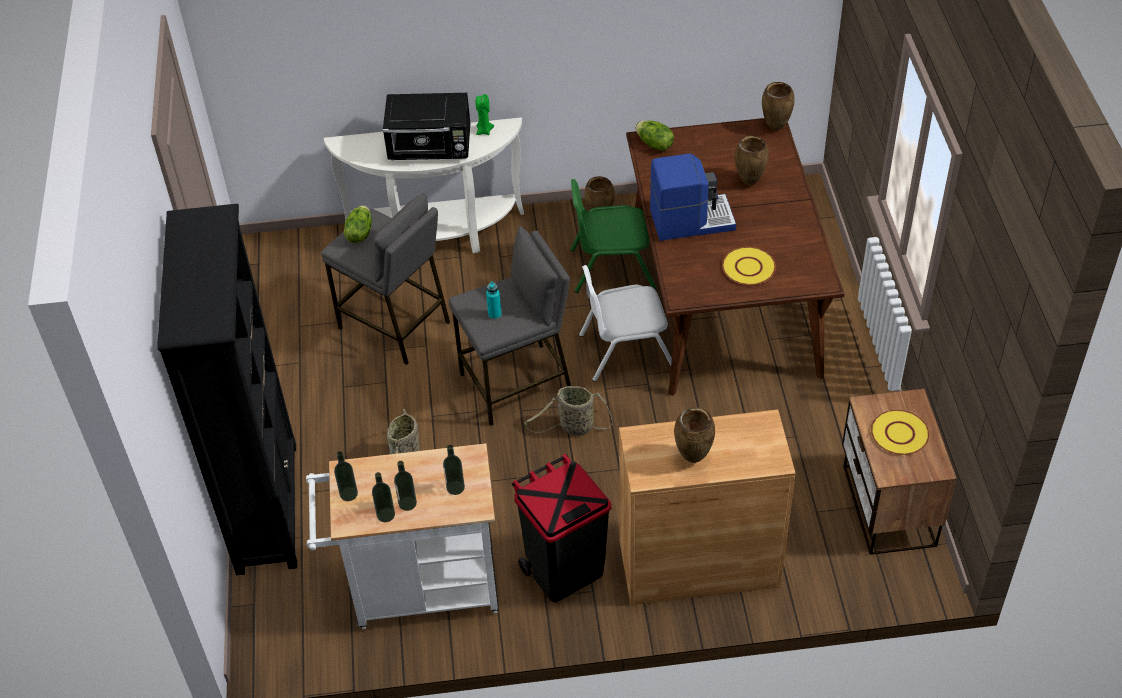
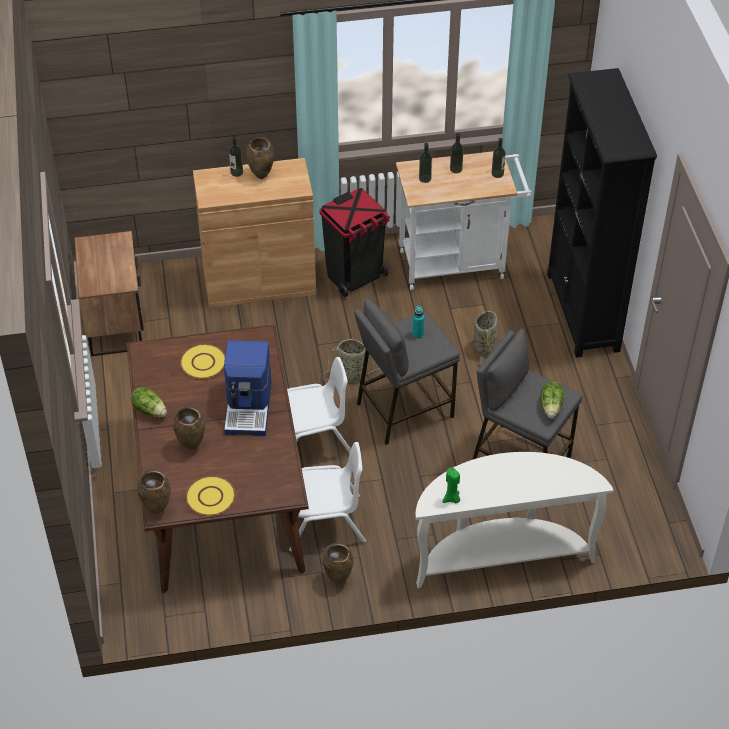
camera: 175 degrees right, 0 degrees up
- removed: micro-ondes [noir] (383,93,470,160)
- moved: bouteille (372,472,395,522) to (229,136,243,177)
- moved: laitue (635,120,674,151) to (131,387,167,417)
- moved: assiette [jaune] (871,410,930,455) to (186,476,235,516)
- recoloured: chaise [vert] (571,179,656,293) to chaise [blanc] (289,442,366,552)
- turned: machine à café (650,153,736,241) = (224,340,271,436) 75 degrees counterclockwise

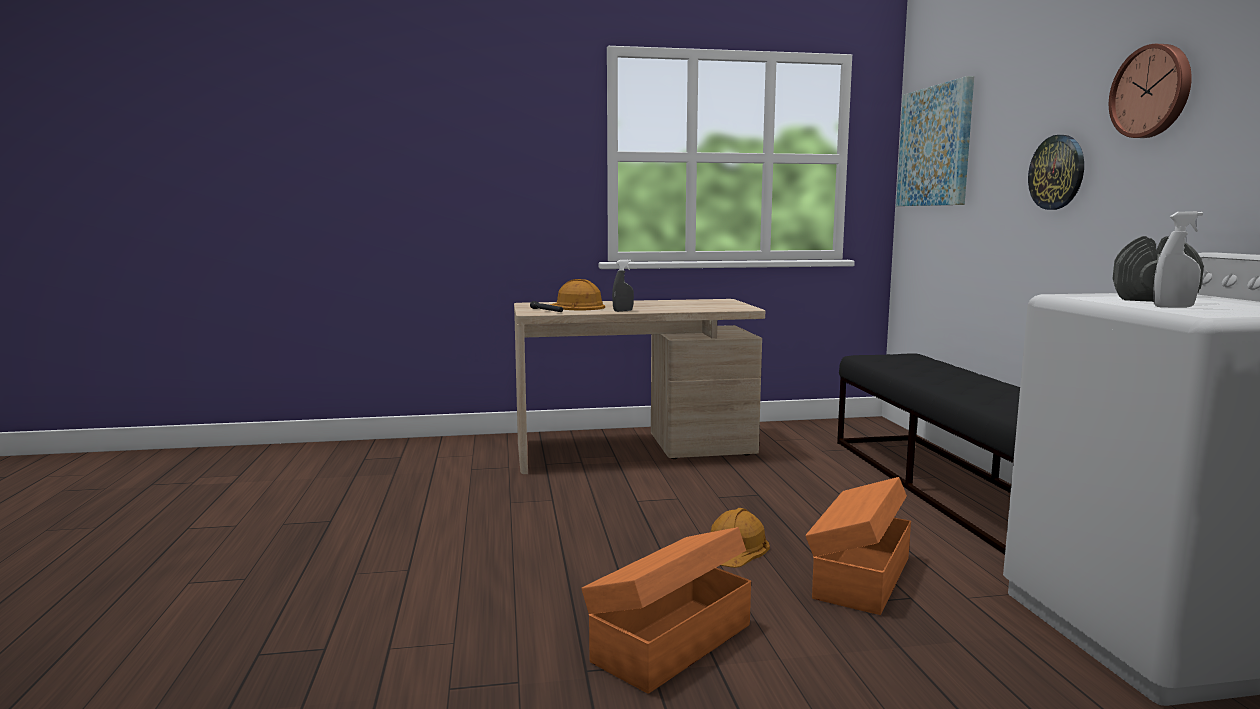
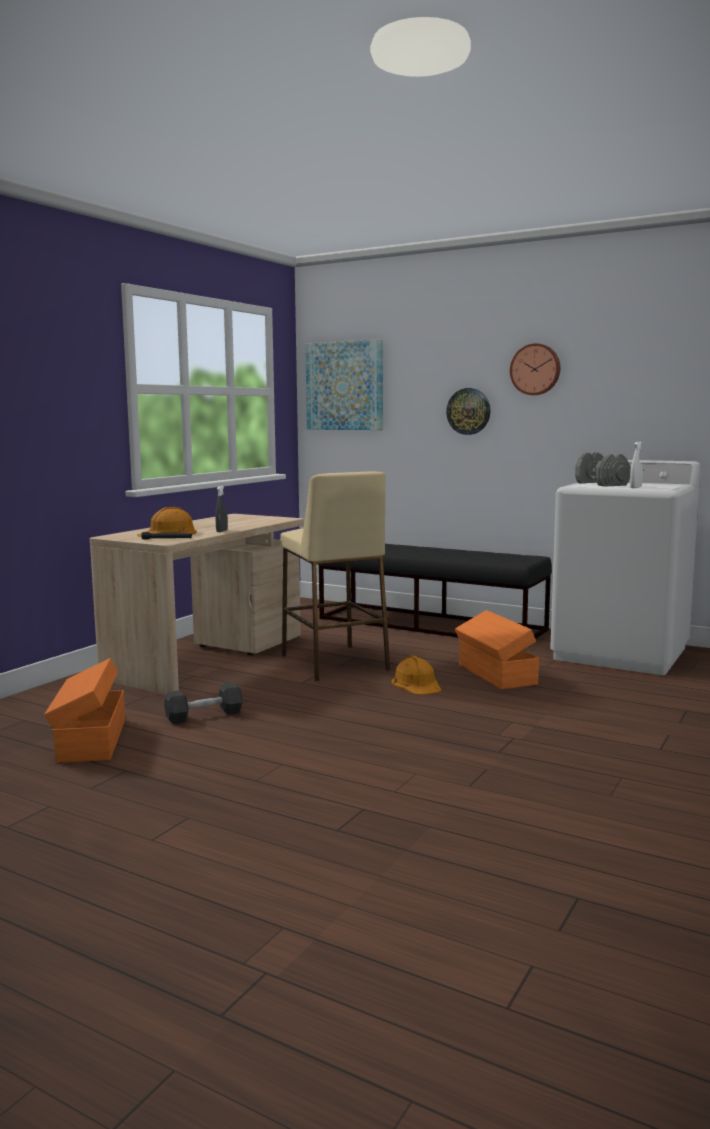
camera: 50 degrees left, 0 degrees up
- added: haltère [noir] (164,682,243,724)
- added: tabouret [beige] (280,472,390,681)
- moved: boîte de rangement [orange] (581,527,751,694) to (44,658,125,763)

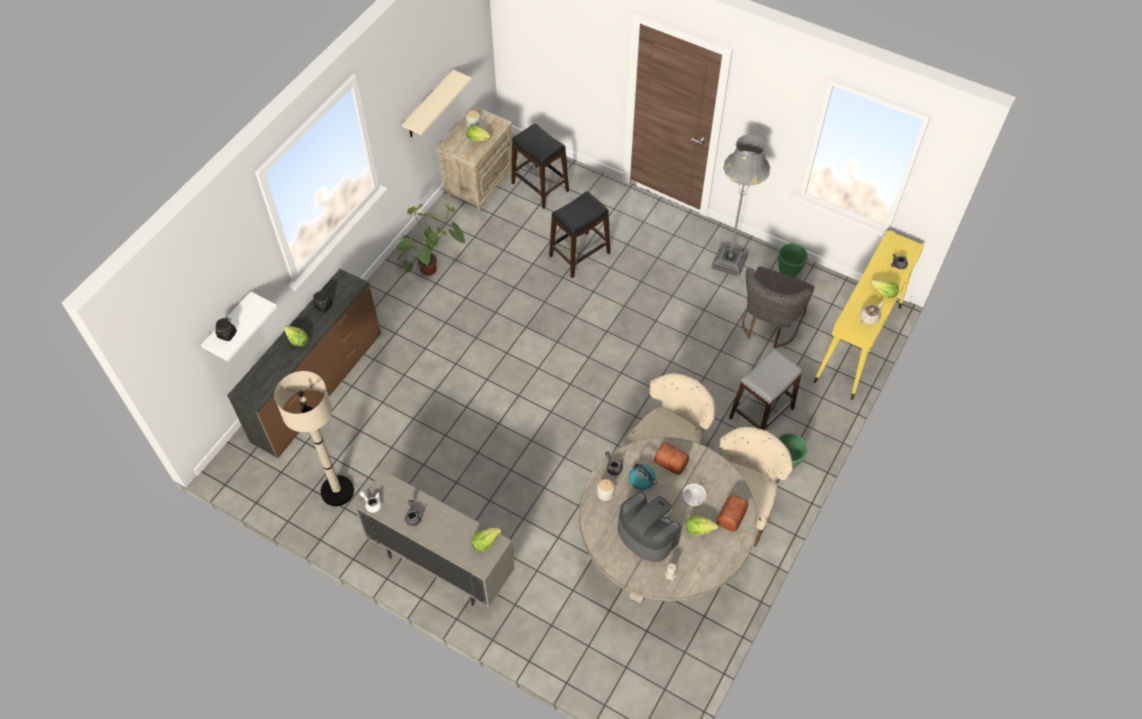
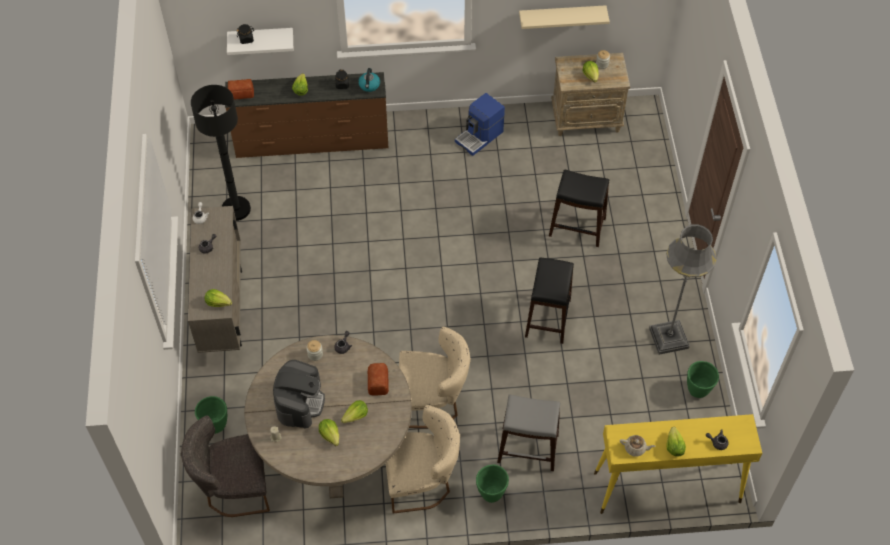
camera: 55 degrees right, 0 degrees up
- added: cache-pot [vert] (195,396,227,434)
- moved: tabouret [noir] (511,123,569,209) to (525,258,574,344)
- moved: bouilloire (629,464,657,490) to (358,68,380,92)
- moved: pain (717,495,748,532) to (228,79,254,100)
- moved: chaise [gris] (742,266,815,348) to (181,415,270,517)
- replaced: plante en pot (394,203,466,276) to machine à café (455,93,505,156)
- replaced: bol (682,484,706,506) to laitue (341,400,368,423)
- recoloured: lampadaire [beige] (275,371,354,506) to lampadaire [noir] (191,85,251,221)

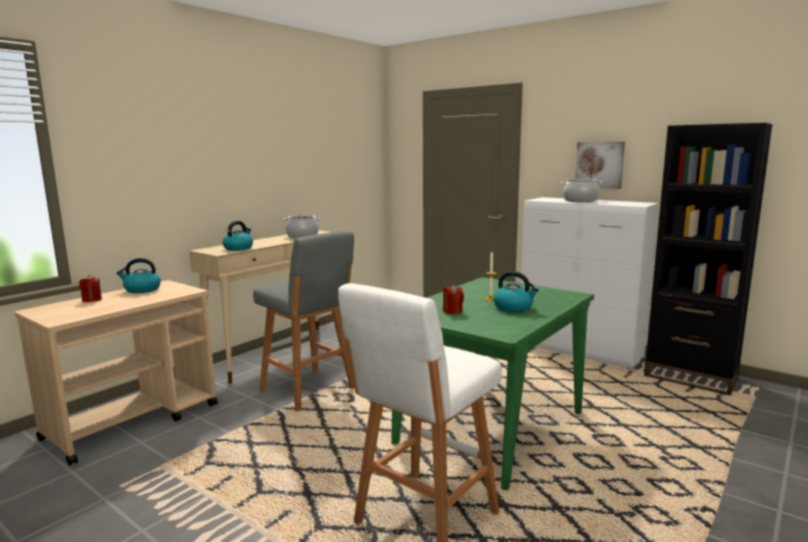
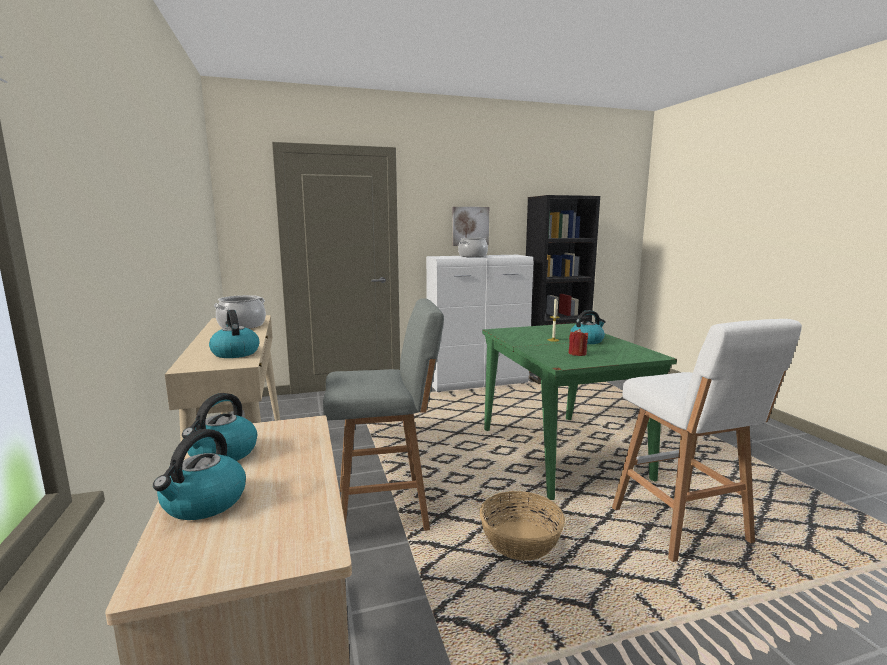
camera: 55 degrees left, 0 degrees up
- added: panier (479,491,565,561)
- replaced: bougie [rouge] (79,275,102,302) to bouilloire (153,429,246,520)

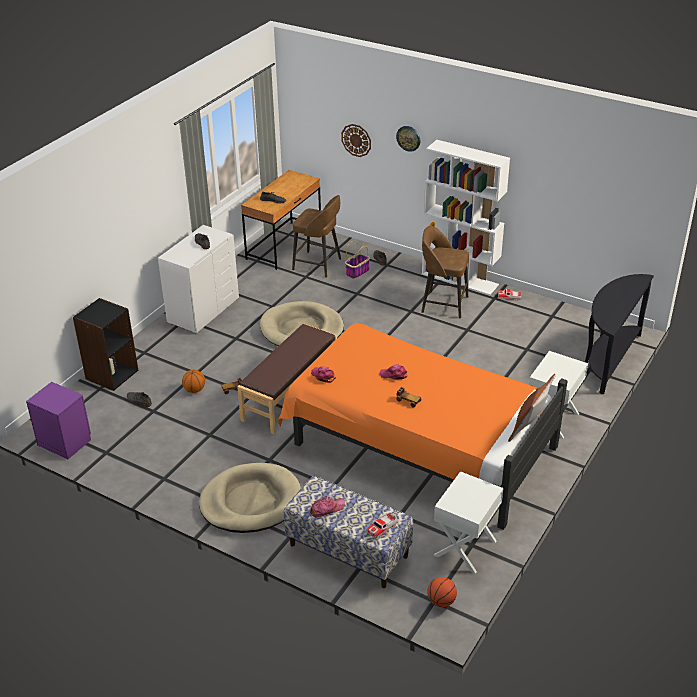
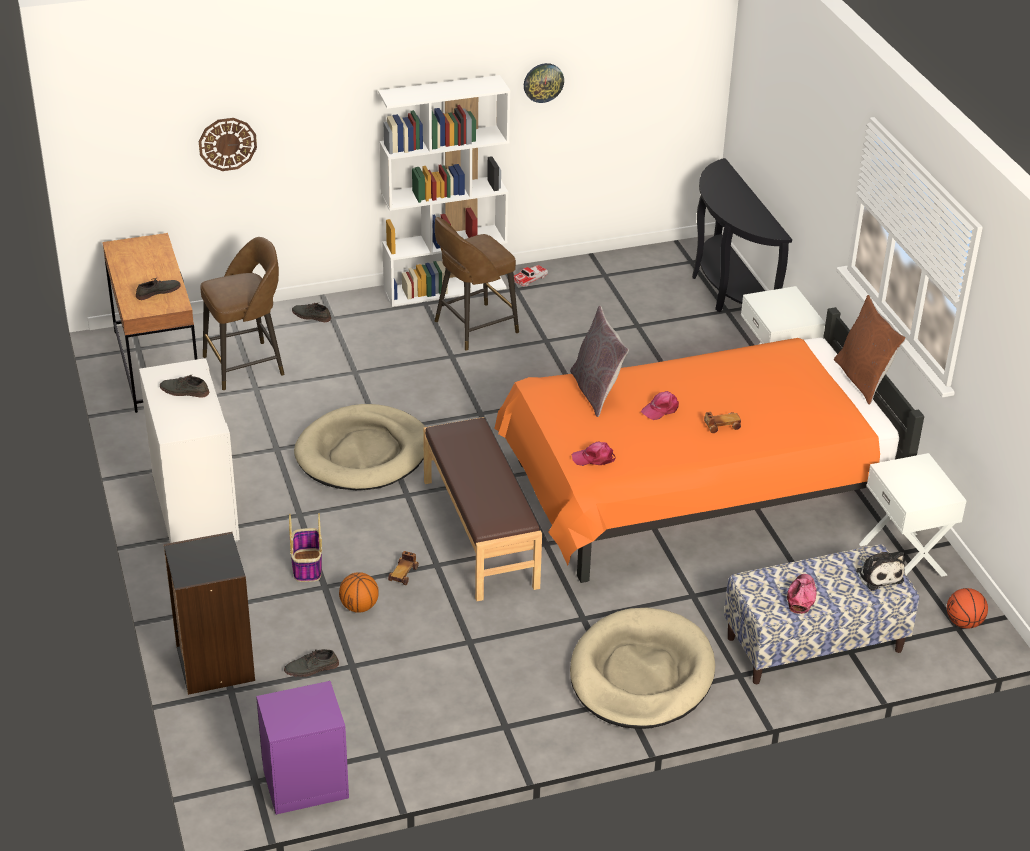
camera: 50 degrees left, 0 degrees up
- added: coussin [gris] (570,305,629,417)
- moved: panier (345,241,370,279) to (289,513,322,582)
- moved: horloge murale (396,126,420,152) to (524,63,564,103)
- replaced: petite voiture (366,513,398,539) to peluche (856,552,905,590)

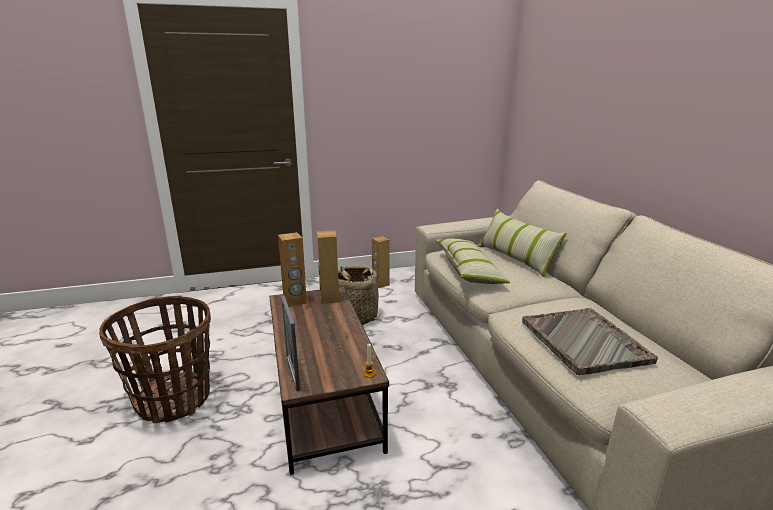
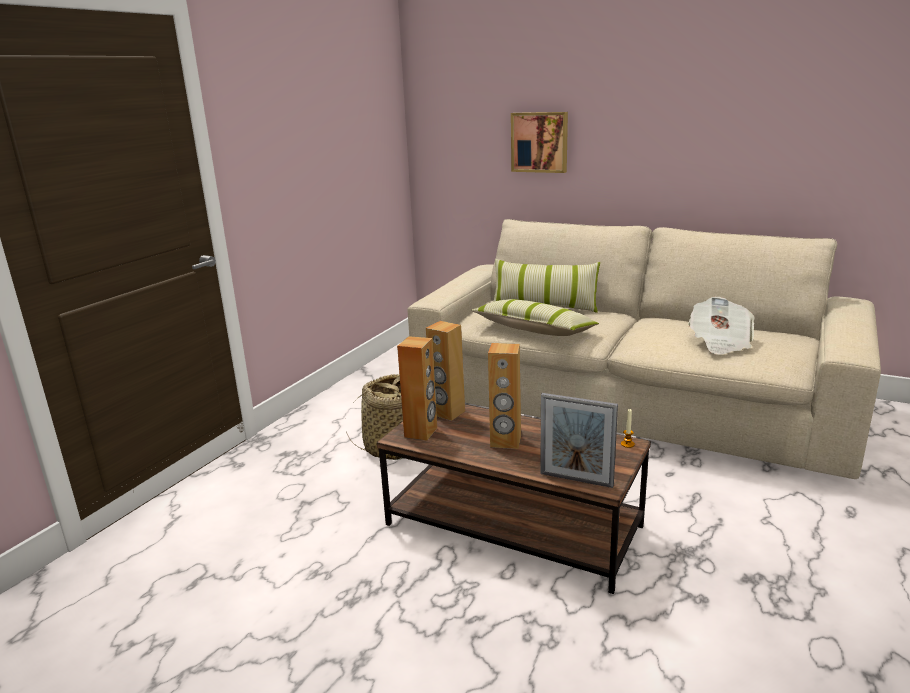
camera: 45 degrees left, 0 degrees up
- removed: panier (99,296,211,423)
- added: tableau (511,112,568,173)
- moved: enceinte [marron] (372,236,390,288) to (488,343,521,449)
- replaced: plateau [gris] (522,308,658,375) to journal (688,297,754,355)

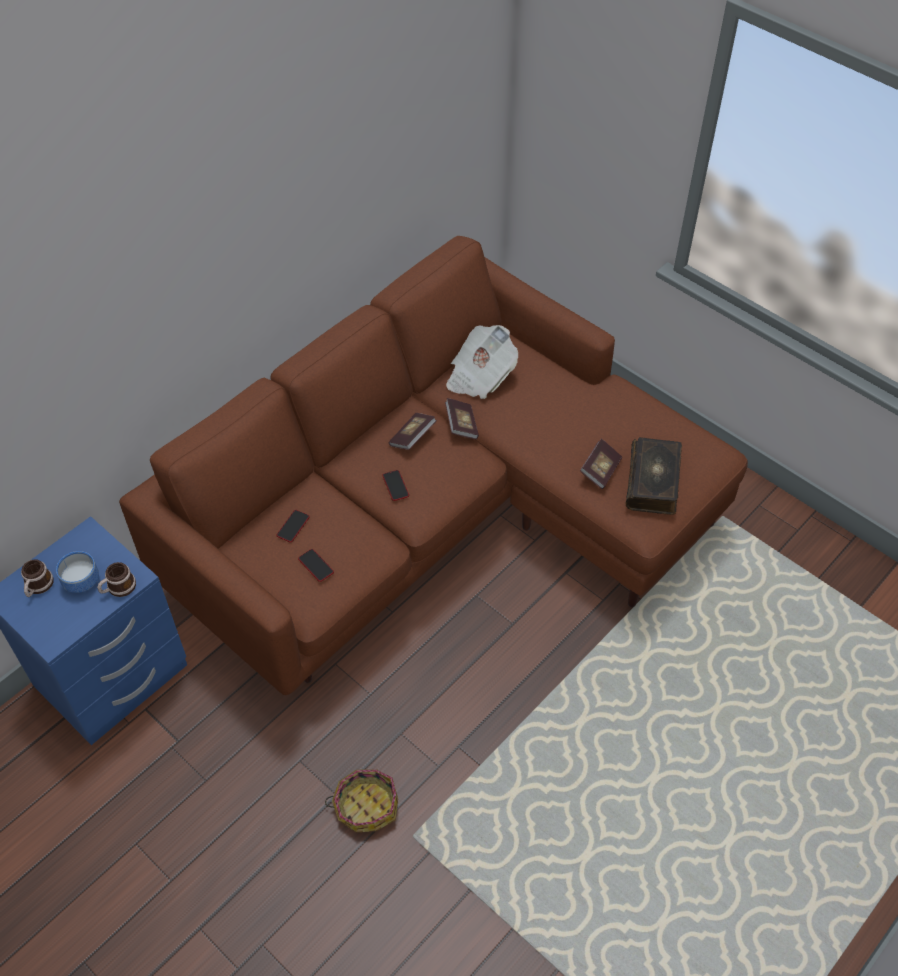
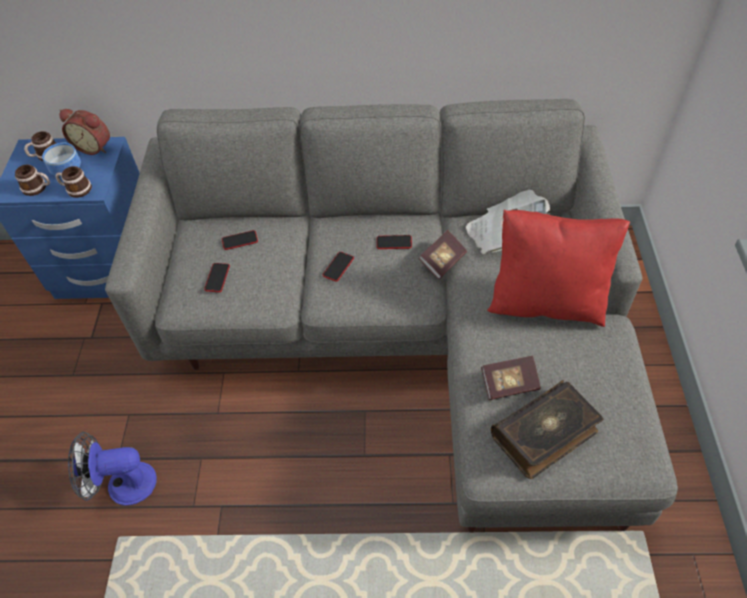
camera: 50 degrees right, 0 degrees up
- added: mug (15,165,50,196)
- added: réveil (59,109,110,155)
- added: coussin [rouge] (487,210,630,327)
- replaced: panier (325,770,398,833) to ventilateur (68,432,157,506)
- replaced: livre (388,413,437,450) to téléphone (377,235,412,249)
- recoloured: canapé [marron] (119,236,748,695) to canapé [gris] (105,99,678,533)

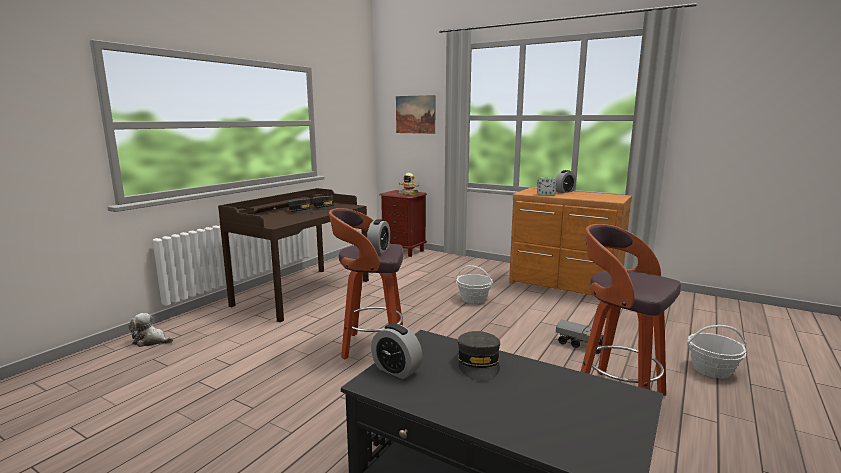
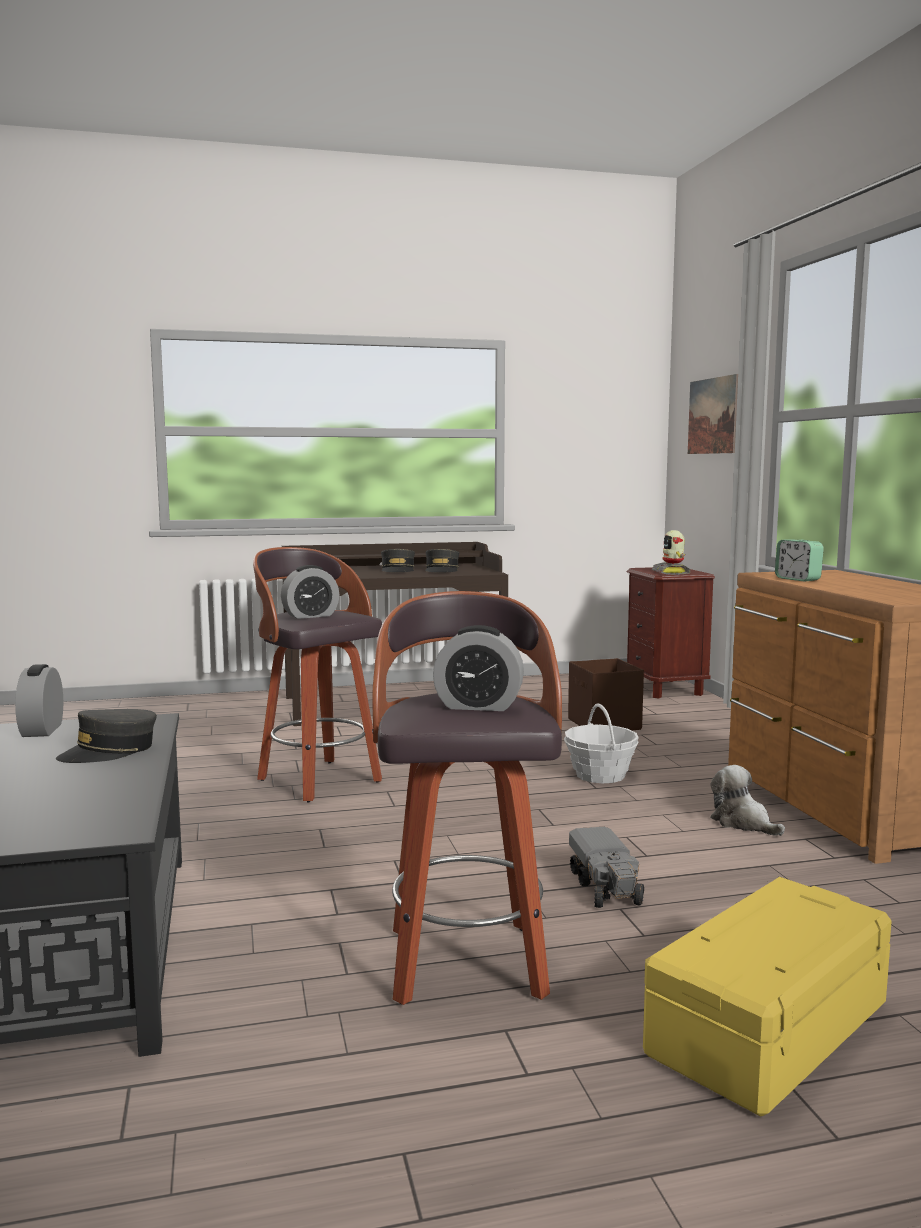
camera: 45 degrees right, 5 degrees down
- added: boîte de rangement [marron] (568,658,644,730)
- moved: peluche (129,313,173,347) to (710,765,785,836)
- moved: réveil (556,170,576,193) to (433,625,524,711)
- replaced: panier (687,325,747,378) to boîte de rangement [jaune] (643,877,892,1117)

